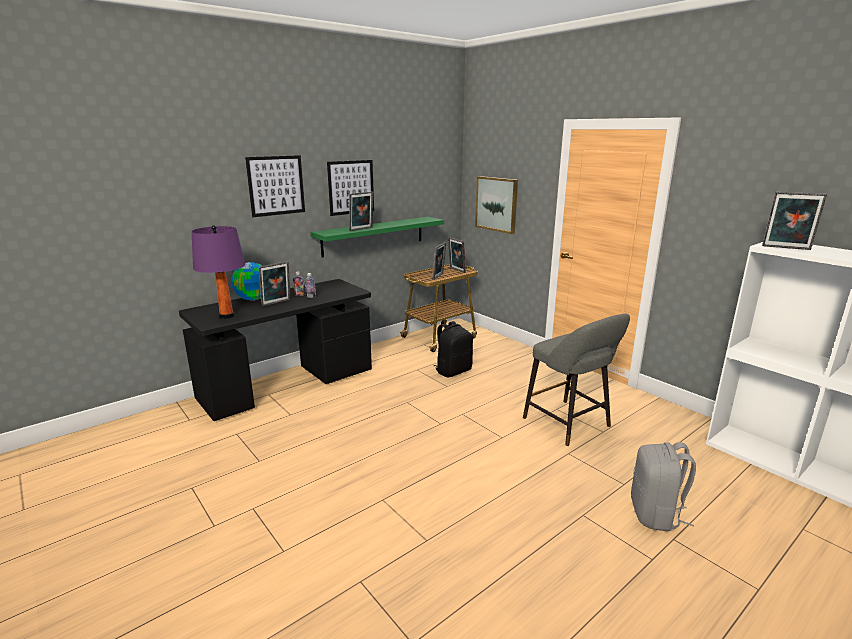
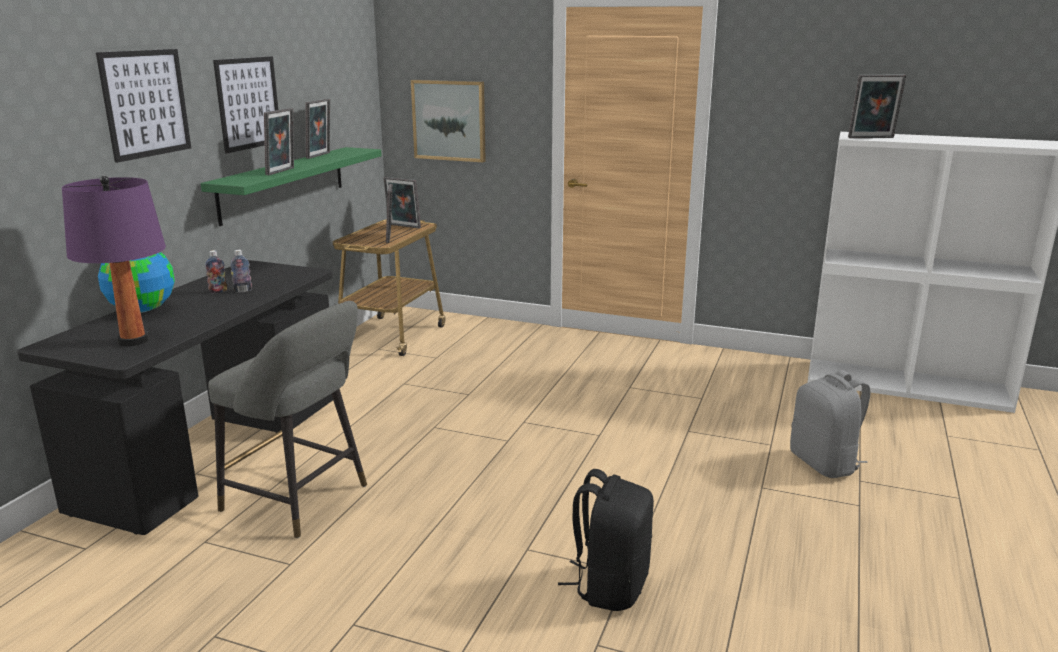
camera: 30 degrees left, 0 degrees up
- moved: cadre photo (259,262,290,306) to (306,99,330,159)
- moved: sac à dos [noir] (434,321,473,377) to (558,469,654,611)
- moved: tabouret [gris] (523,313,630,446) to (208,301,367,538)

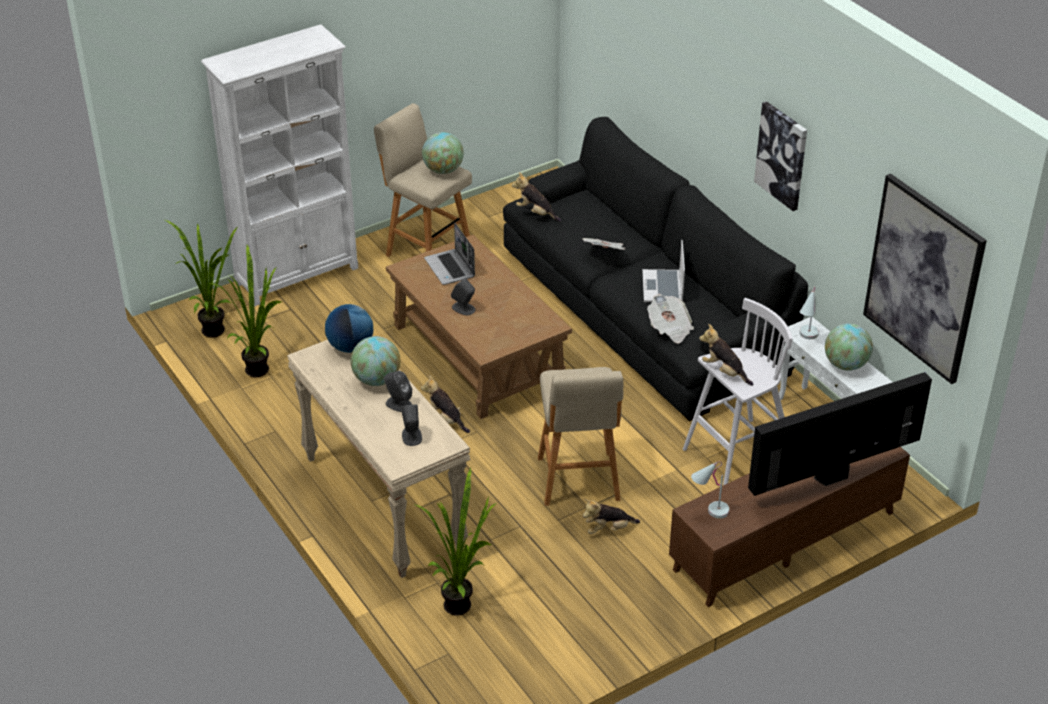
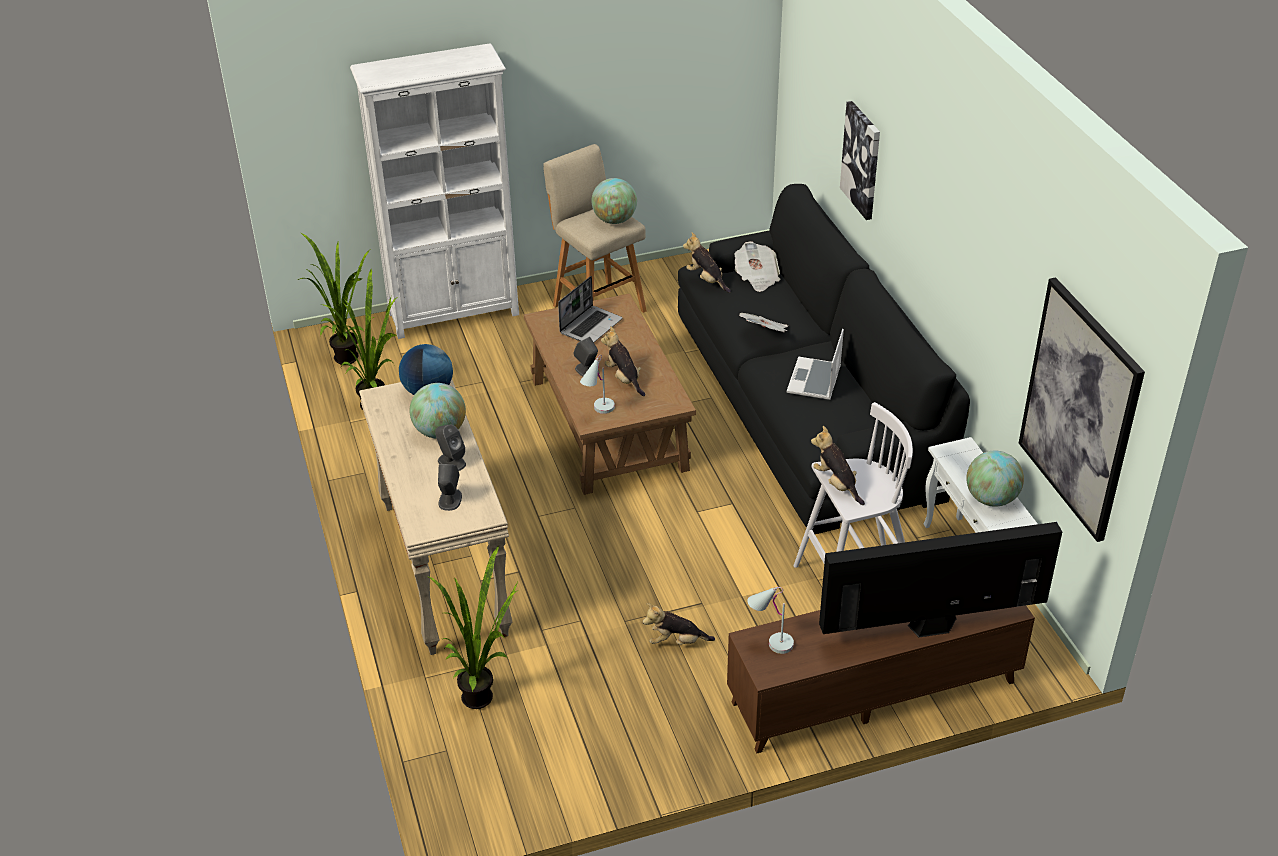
camera: 15 degrees right, 0 degrees up
- removed: tabouret [beige] (538,367,623,506)
- moved: peluche (421,375,470,433) to (601,327,645,396)
- moved: journal (647,294,694,343) to (735,241,780,292)
- moved: tableau (754,101,807,211) to (840,101,880,220)
- moved: lampe de table [blanc] (800,287,819,339) to (580,355,615,414)
- turned: ordinateur portable (424,223,475,285) = (558,276,623,342) 135 degrees counterclockwise

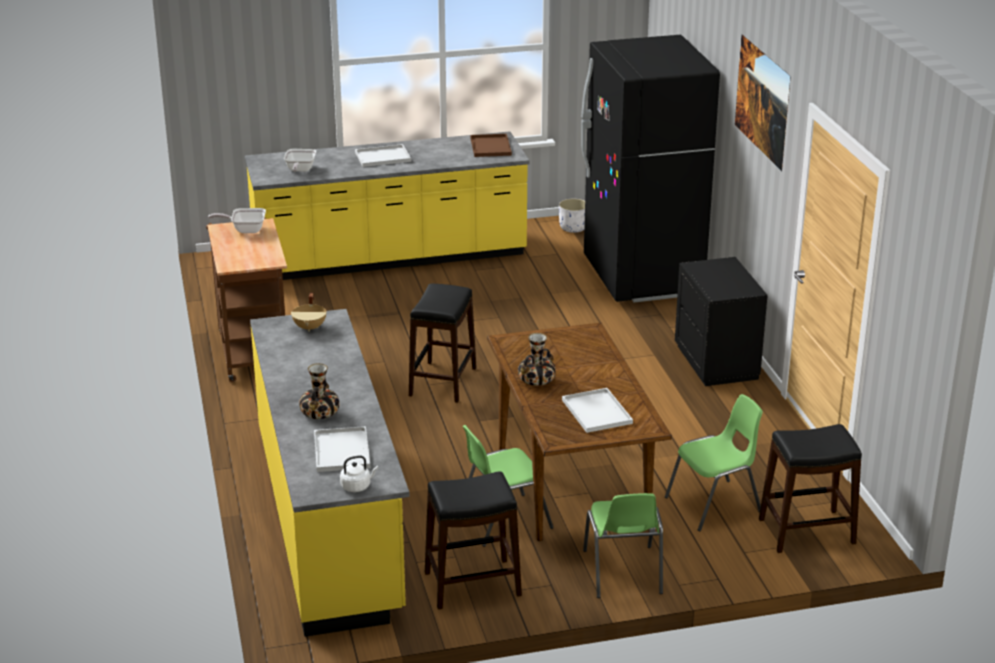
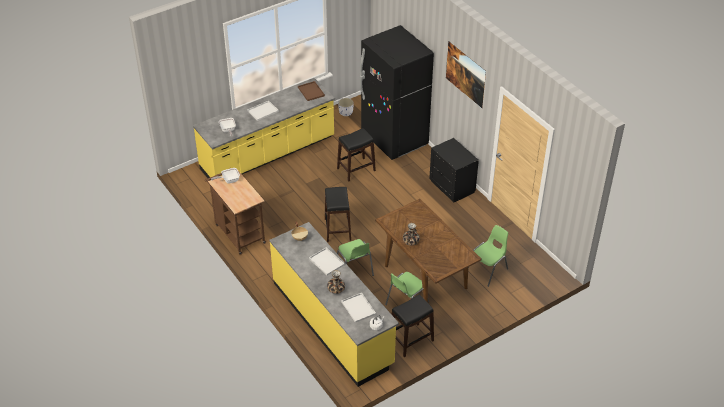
camera: 20 degrees left, 15 degrees up
- moved: plateau [blanc] (562,388,633,433) to (309,247,345,275)
- moved: chaise [vert] (583,493,663,598) to (337,239,374,276)
- moved: tabouret [noir] (759,424,862,553) to (337,128,376,182)

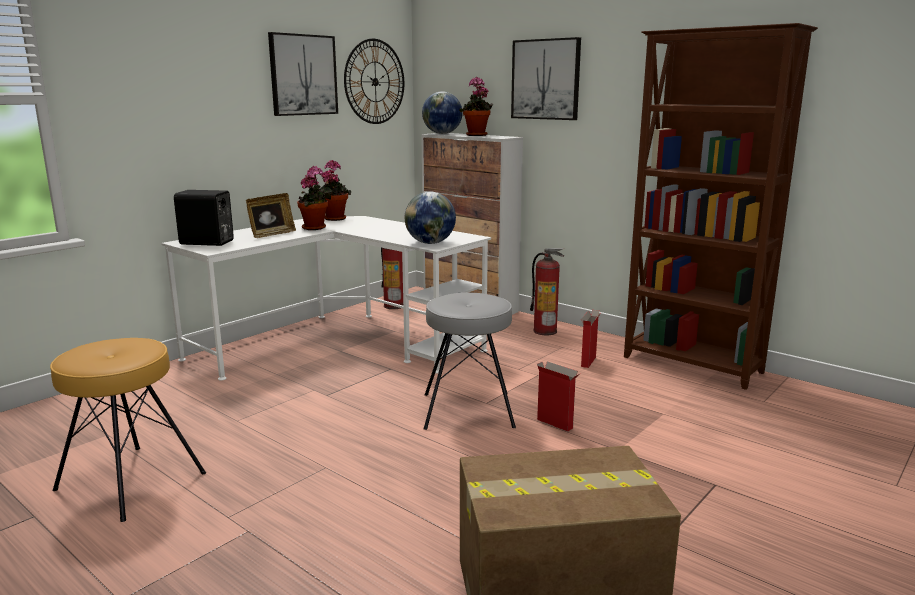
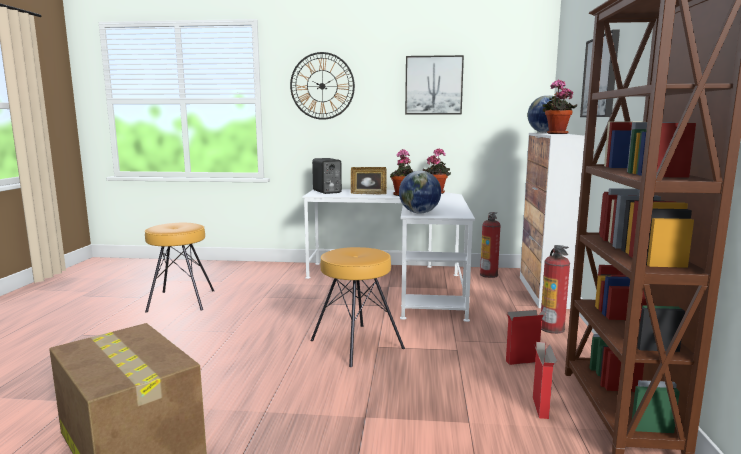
camera: 55 degrees right, 5 degrees down
- moved: horloge murale (344,39,404,124) to (290,52,355,120)
- moved: carton (537,361,579,432) to (533,342,557,419)
- recoloured: tabouret [gris] (424,292,516,430) to tabouret [marron] (311,247,405,367)

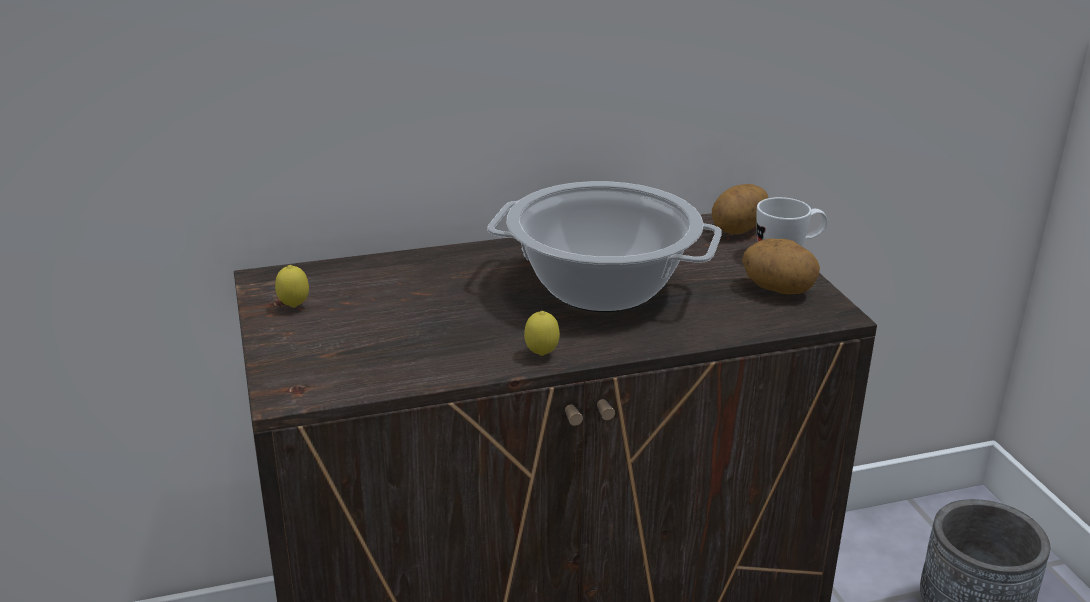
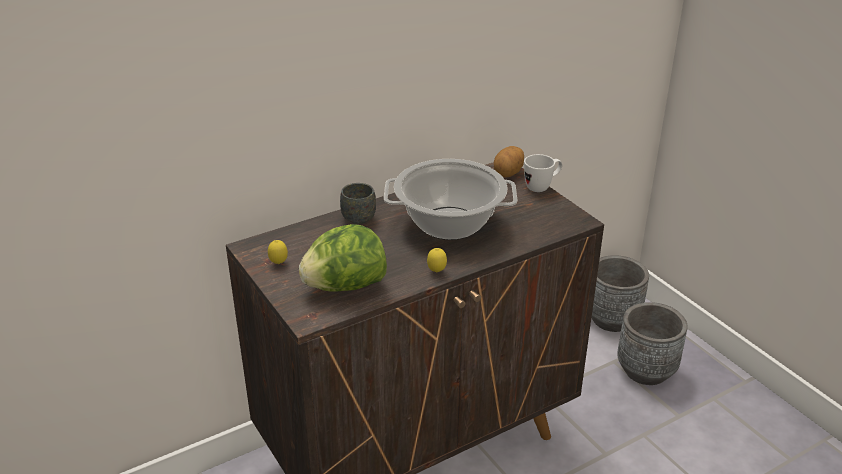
camera: 15 degrees left, 5 degrees up
- removed: pomme de terre (742,238,820,295)
- added: laitue (299,224,387,292)
- added: mug [gris] (340,183,376,224)
- added: cache-pot [gris] (591,255,649,332)

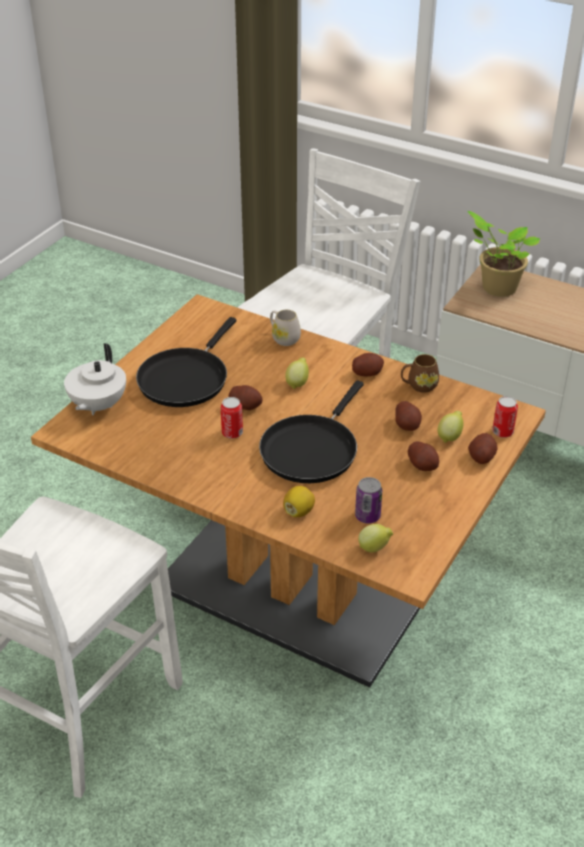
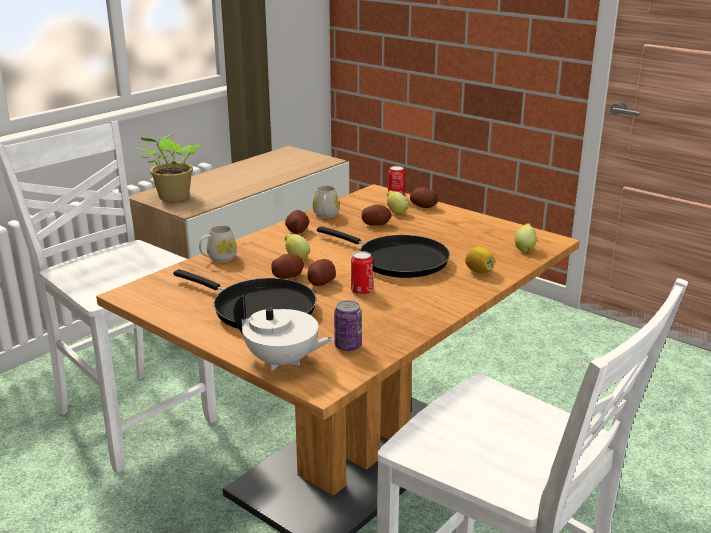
camera: 80 degrees left, 15 degrees down
- moved: boîte métallique (355,477,382,523) to (334,300,362,351)
- moved: pomme de terre (408,441,439,471) to (271,254,304,279)
- recoloured: mug [marron] (401,354,439,393) to mug [blanc] (313,186,339,218)

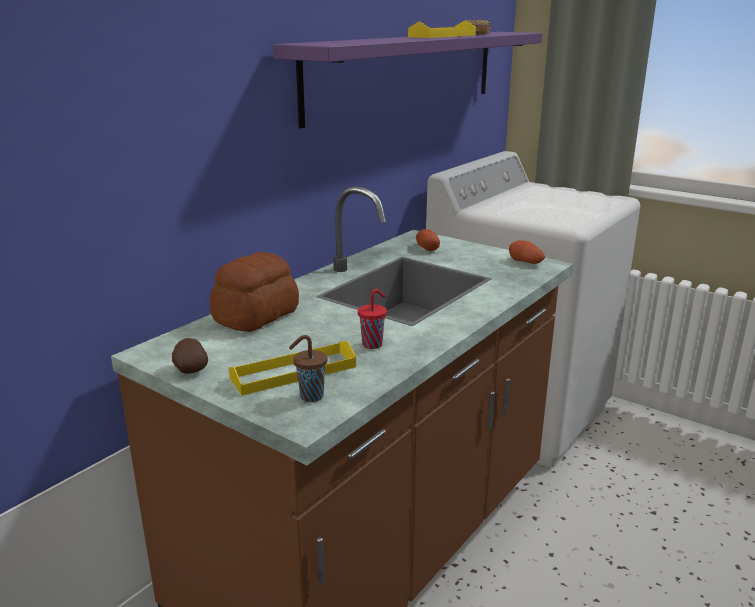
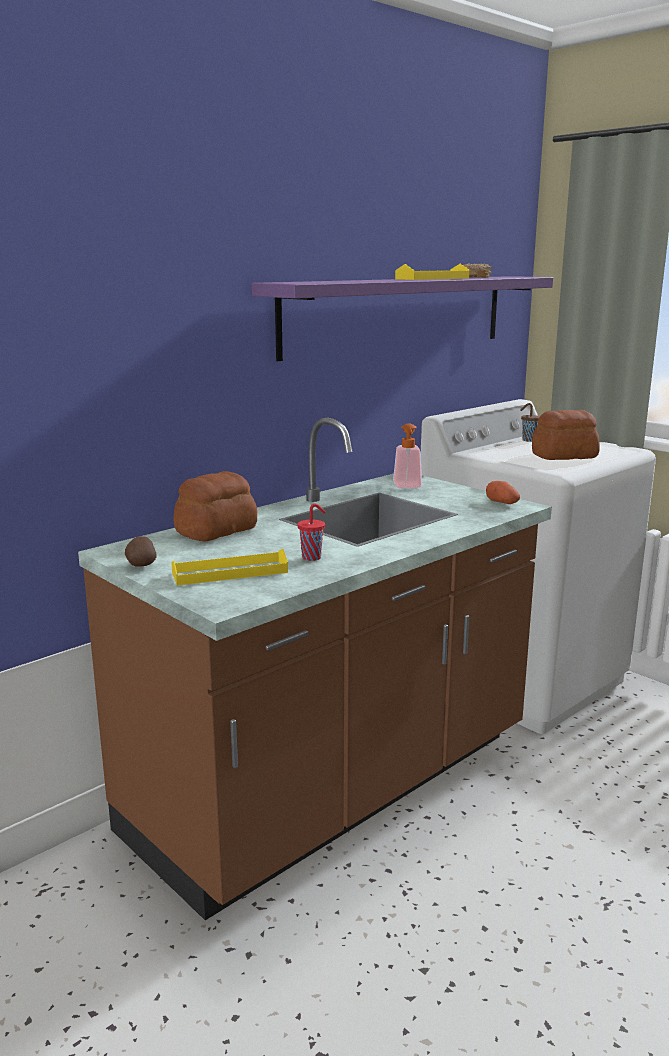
camera: 10 degrees right, 5 degrees down
- added: pain (532,410,600,460)
- moved: tasse [marron] (289,335,328,402) to (520,403,540,442)
- replaced: pomme de terre (416,229,440,251) to distributeur de savon (393,424,422,488)

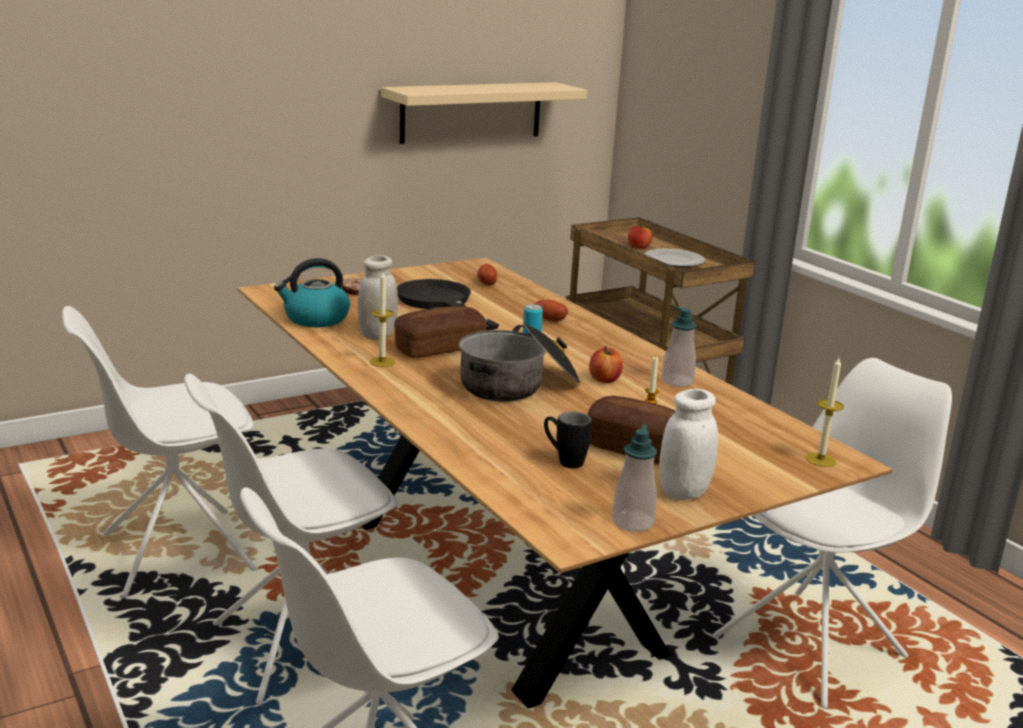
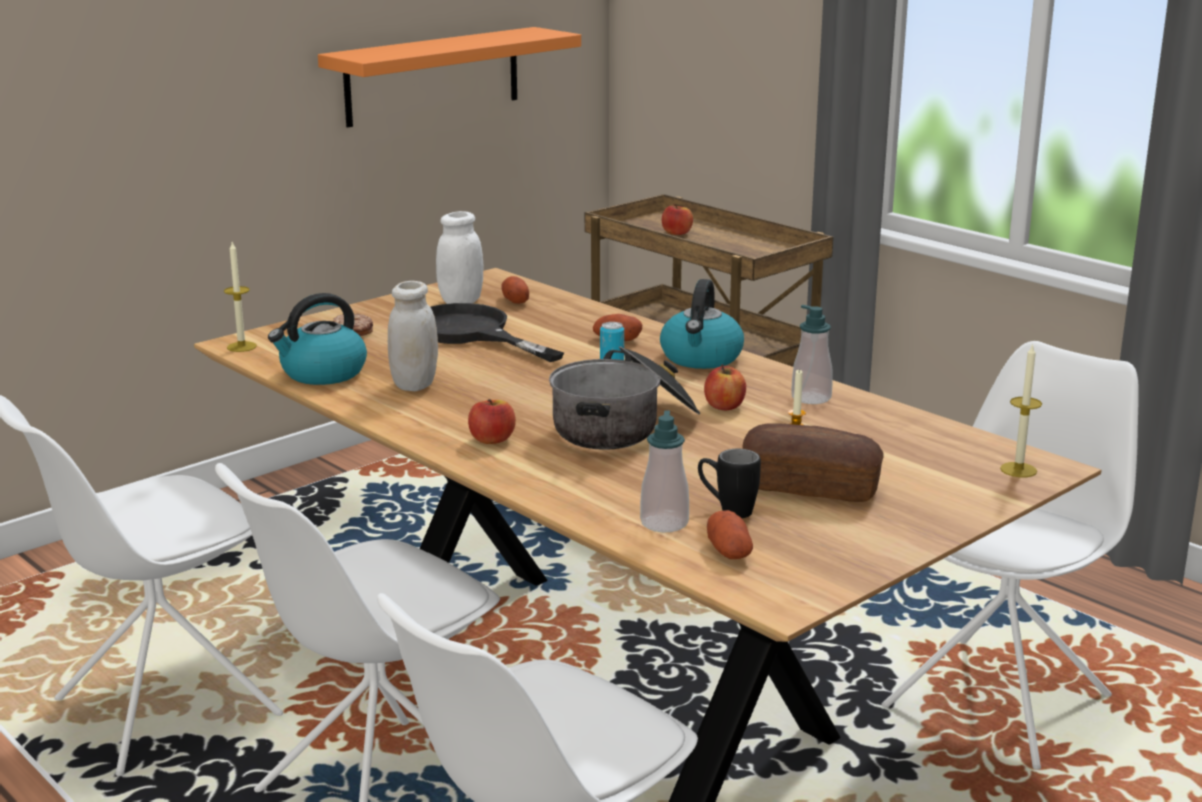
camera: 10 degrees left, 0 degrees up
- removed: pain (394,306,486,358)
- removed: assiette (644,249,705,267)
- added: pomme (468,399,516,444)
- added: bouilloire (660,279,744,369)
- added: pomme de terre (707,510,753,559)
- moved: bougie (370,272,395,367) to (224,242,257,352)
- moved: distributeur de savon (612,425,657,532) to (640,410,689,533)
- moved: bocal [blanc] (659,389,718,500) to (436,211,483,304)
- recoloured: étagère [beige] (381,82,587,144) to étagère [orange] (318,27,581,127)

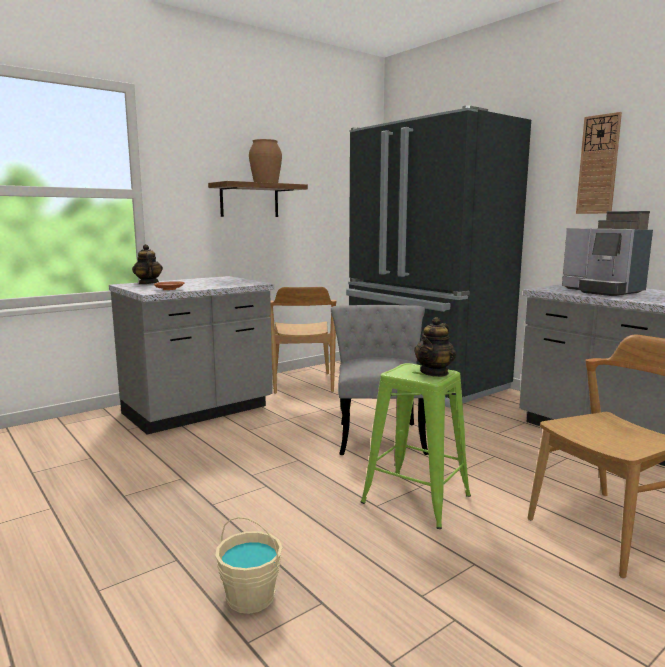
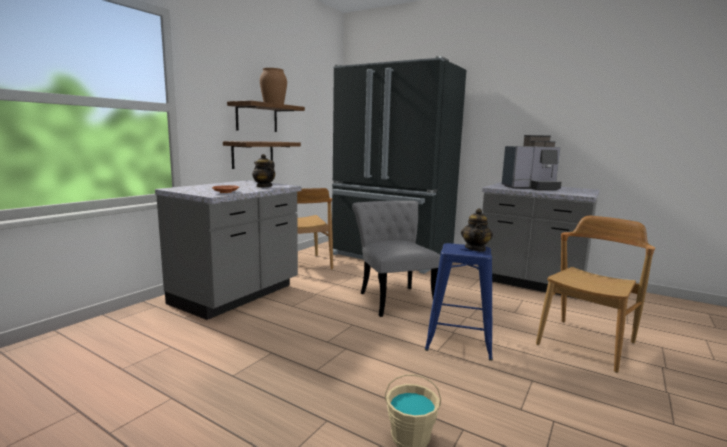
camera: 20 degrees left, 0 degrees up
- removed: horloge murale (576,112,622,214)
- added: étagère (223,141,301,169)
- moved: théière (132,244,163,284) to (252,154,275,187)
- recoloured: tabouret [vert] (361,363,471,529) to tabouret [bleu] (425,243,493,361)
- turned: machine à café (562,211,653,296) = (502,135,562,190) 45 degrees counterclockwise

